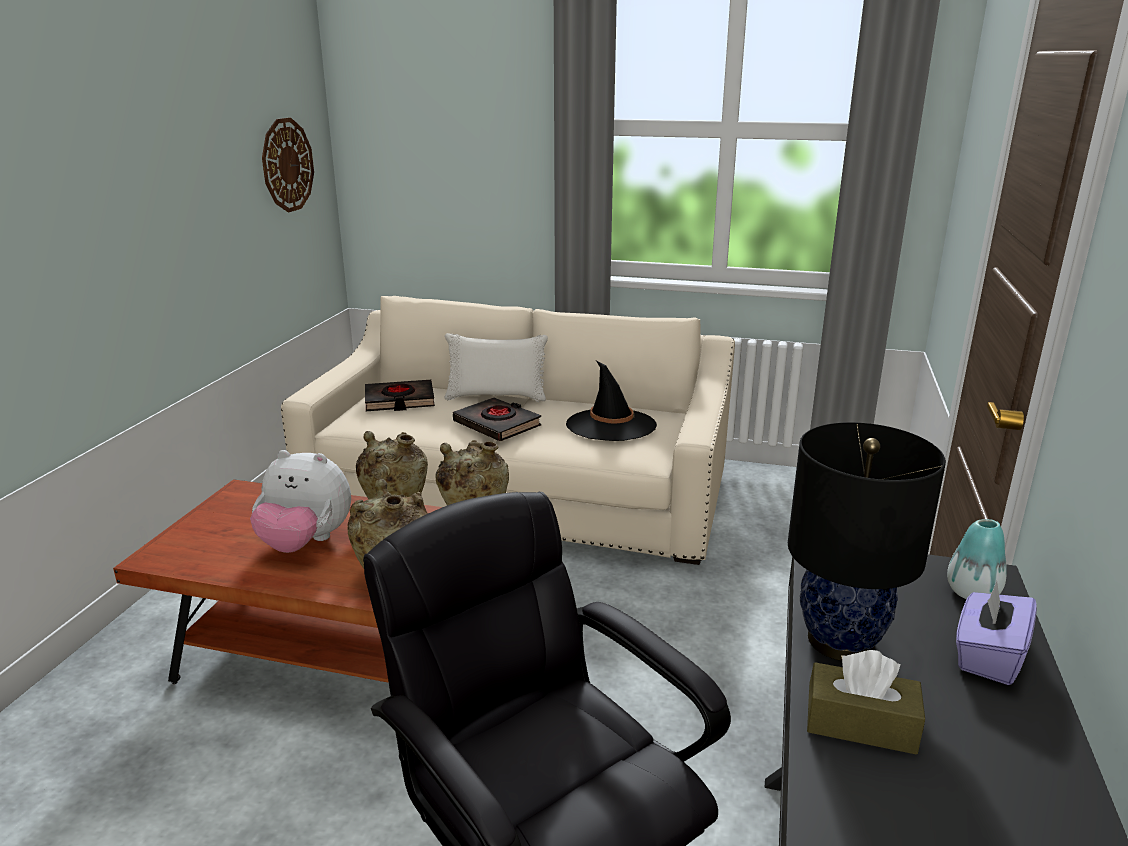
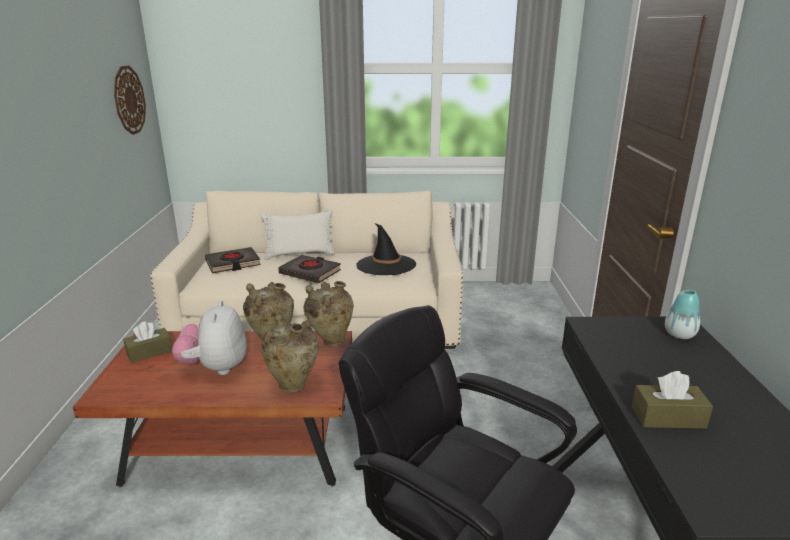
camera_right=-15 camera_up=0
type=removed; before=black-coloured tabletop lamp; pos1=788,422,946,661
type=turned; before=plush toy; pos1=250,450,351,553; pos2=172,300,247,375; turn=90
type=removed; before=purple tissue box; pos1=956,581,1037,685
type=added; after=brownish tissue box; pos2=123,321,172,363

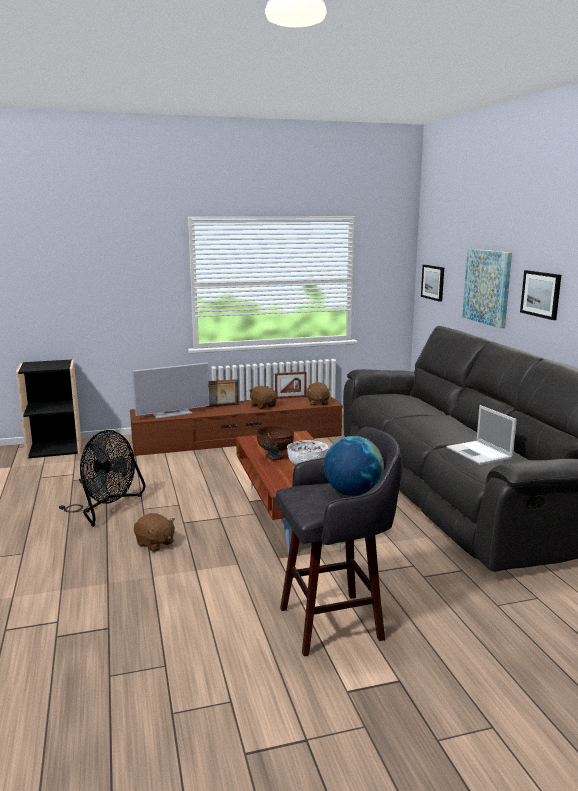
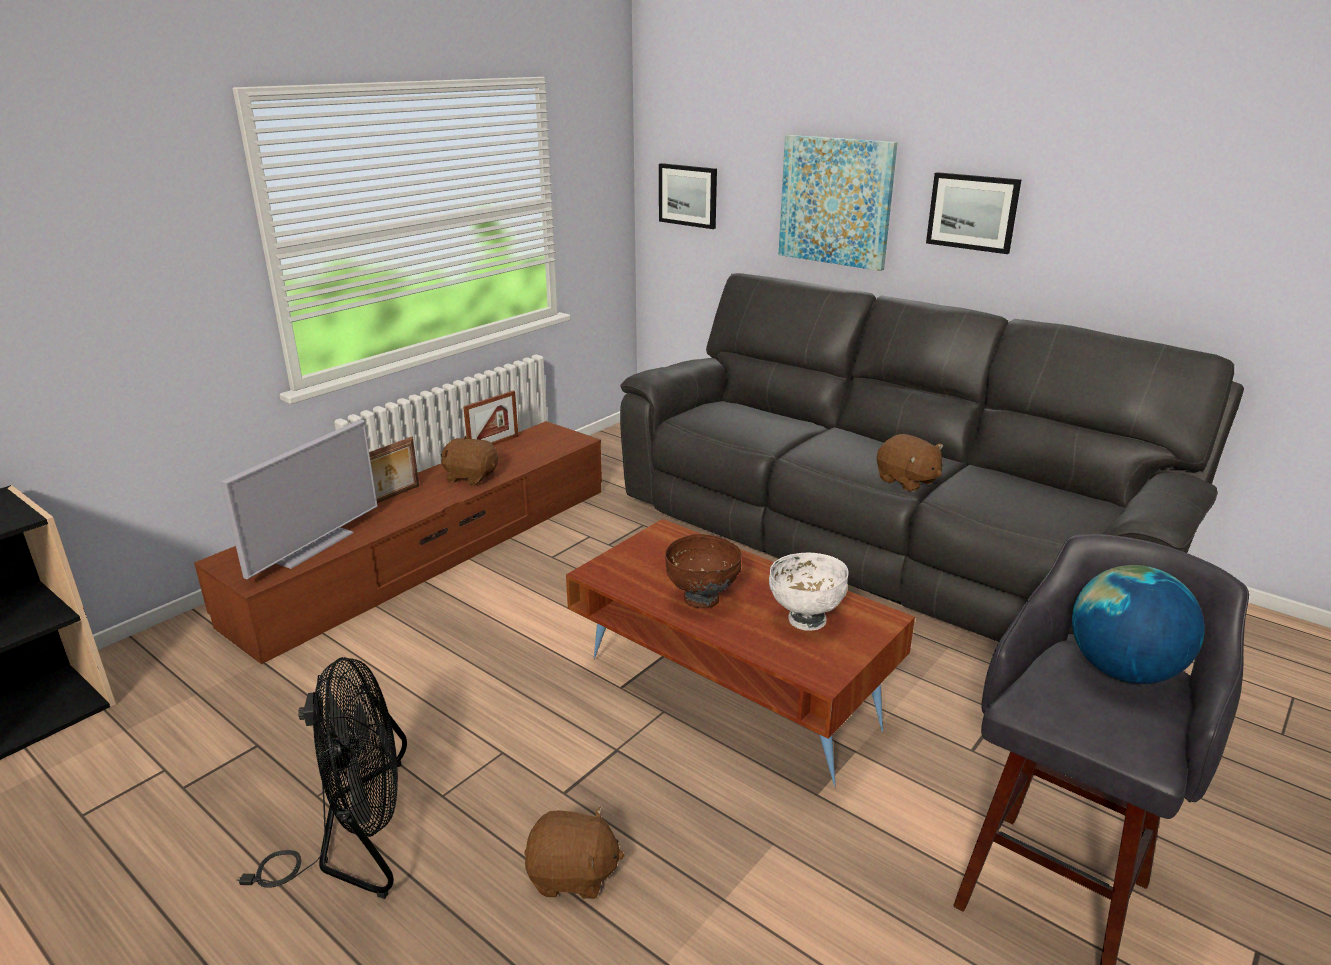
camera_right=-35 camera_up=10
type=moved; before=brownish plush toy; pos1=307,382,331,406; pos2=877,434,943,492
type=removed; before=laptop; pos1=446,405,517,465

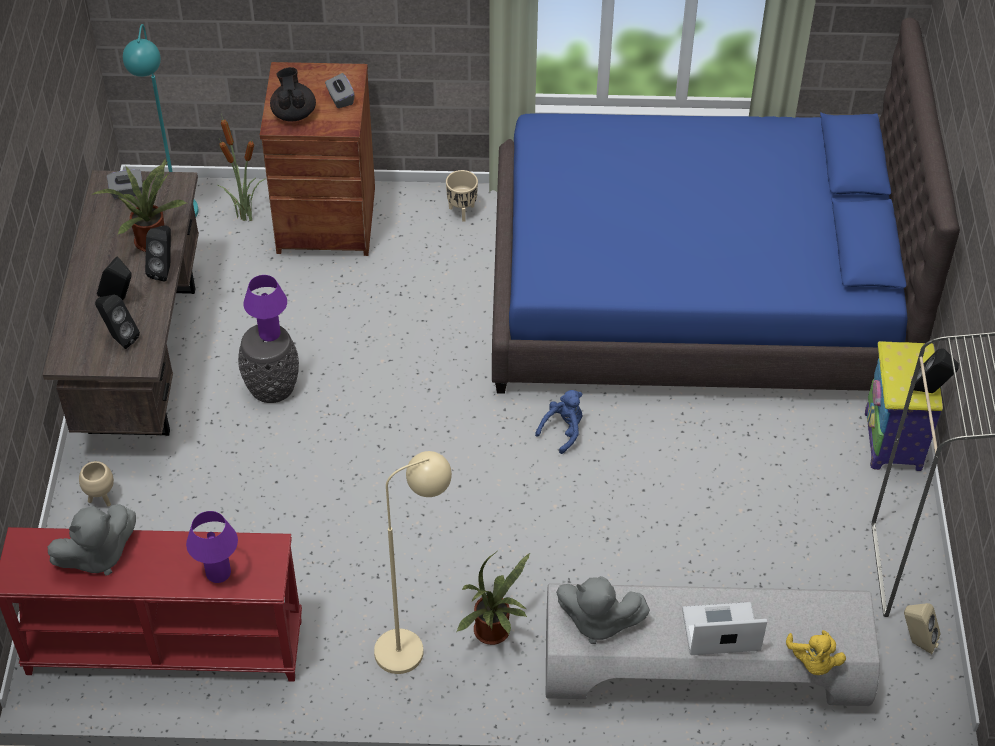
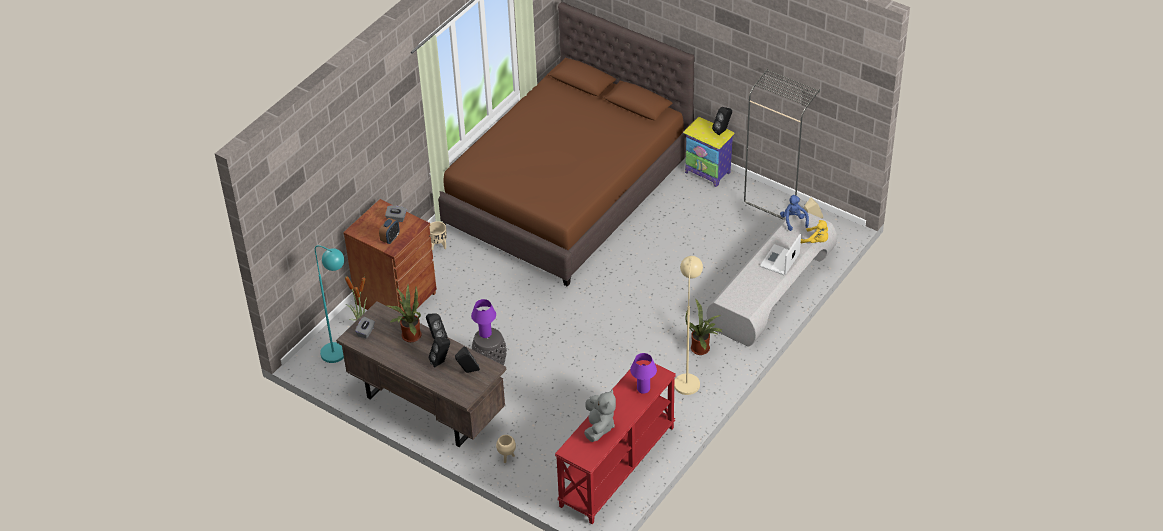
camera_right=-55 camera_up=-5
type=recoloured; before=blue bedroom bed; after=brownish bedroom bed; pos1=492,17,960,394; pos2=438,2,695,287
type=replaced; before=black-coloured pot for tea; after=table clock; pos1=270,67,316,121; pos2=379,218,400,244
type=moved; before=blue plush toy; pos1=535,390,582,454; pos2=780,195,809,231
type=removed; before=grey plush toy; pos1=556,576,650,644

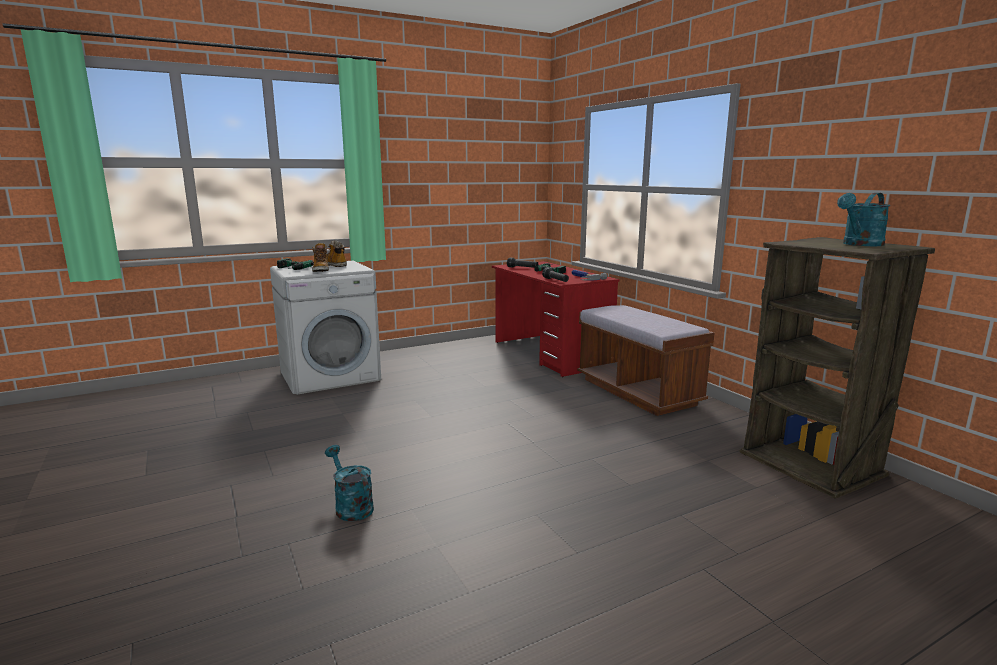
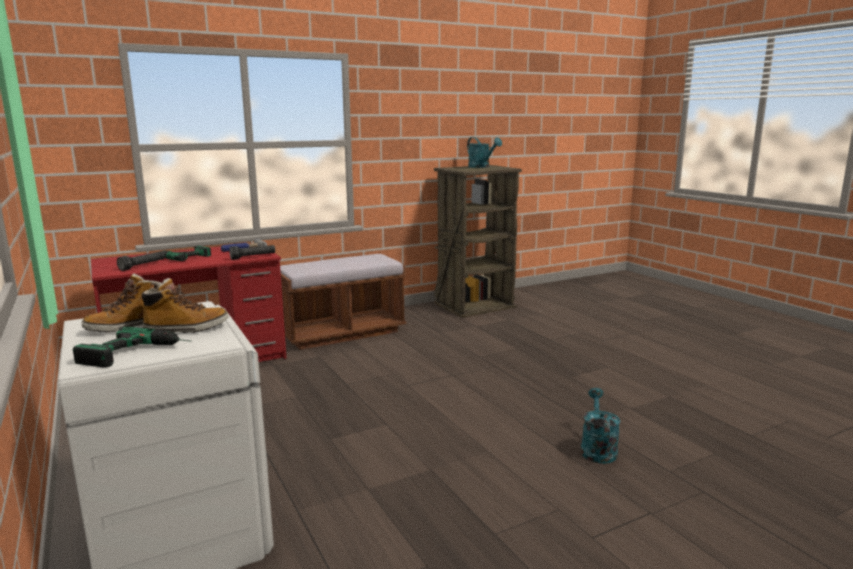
camera_right=-90 camera_up=0
type=turned; before=turquoise watering pot; pos1=325,445,374,521; pos2=581,388,620,464; turn=135

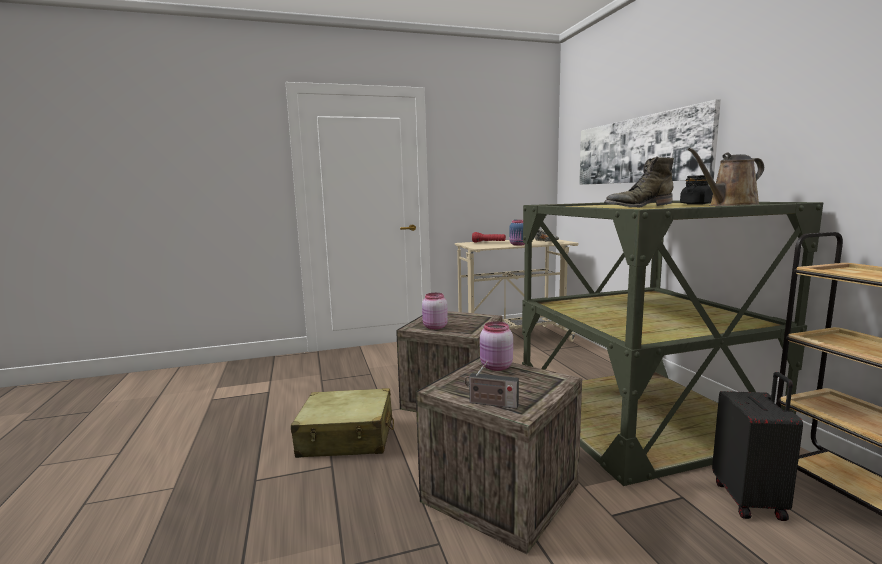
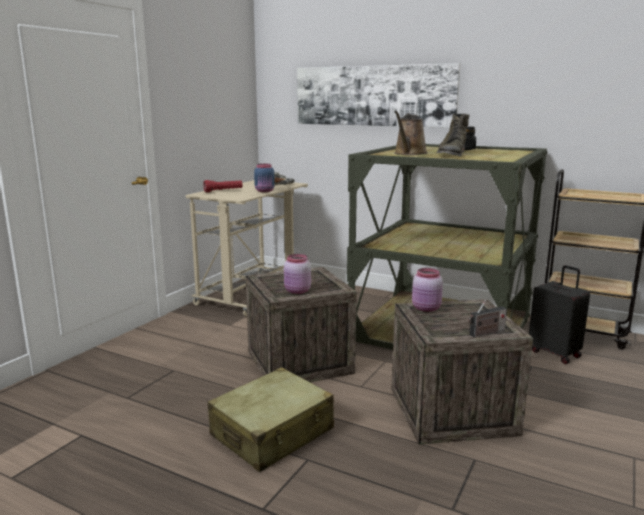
camera_right=-45 camera_up=5
type=moved; before=brownish watering pot; pos1=688,148,764,206; pos2=394,111,428,155

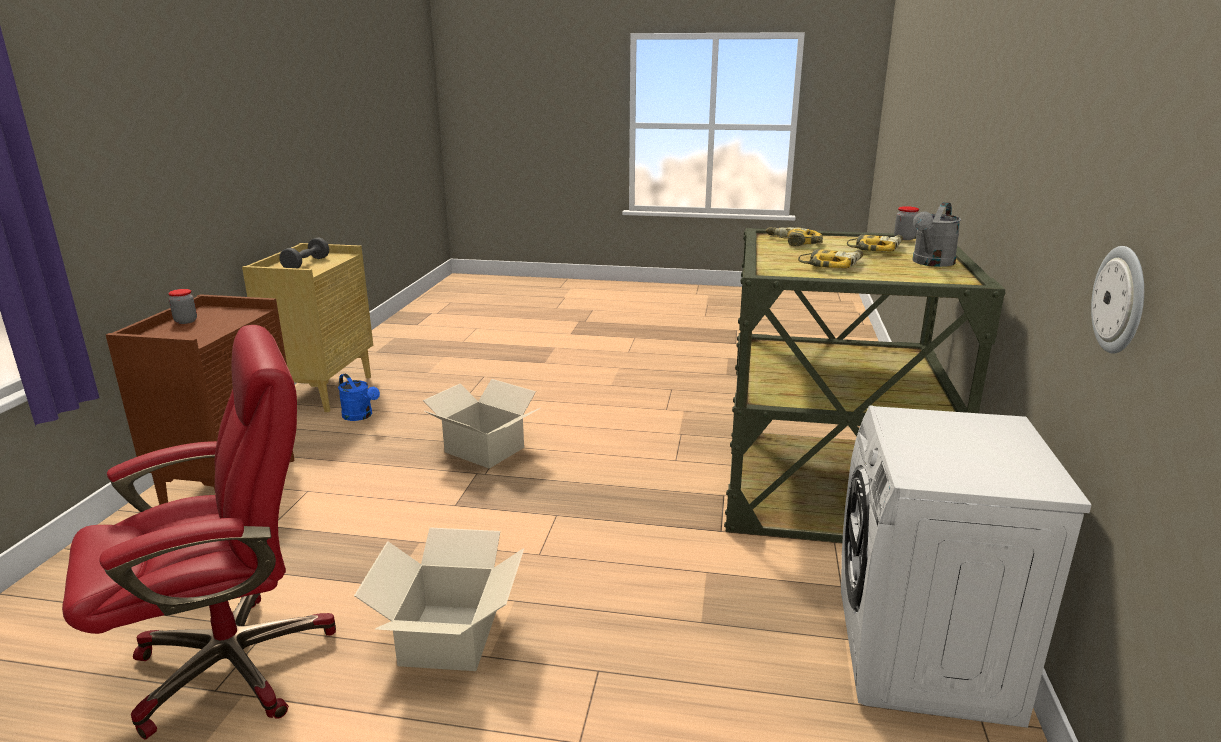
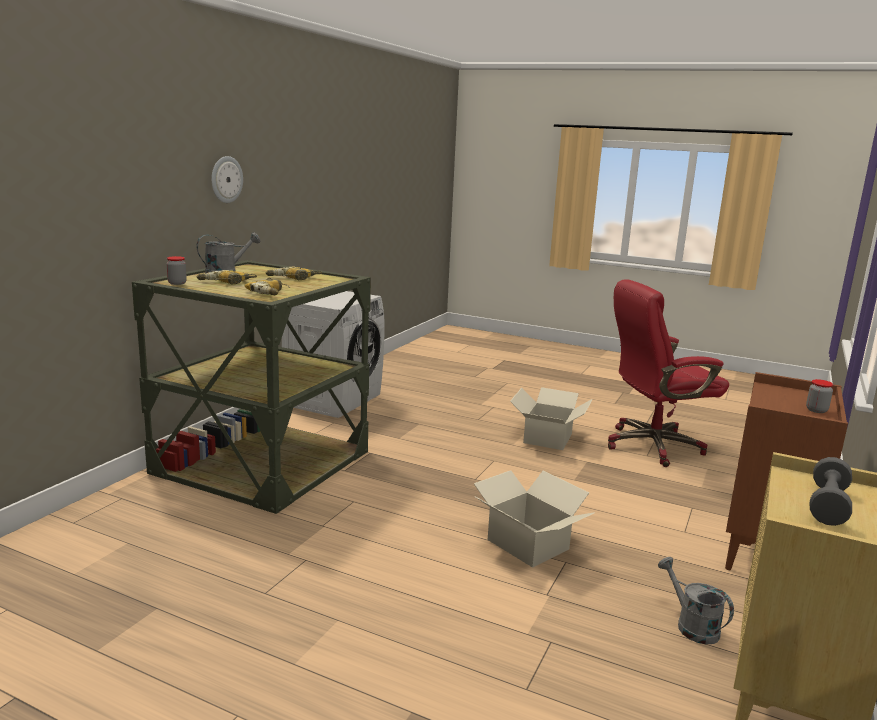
camera_right=-165 camera_up=-5
type=moved; before=wall clock; pos1=1091,246,1144,354; pos2=211,156,243,203
type=recoloured; before=blue watering pot; after=grey watering pot; pos1=338,374,380,421; pos2=658,557,734,644

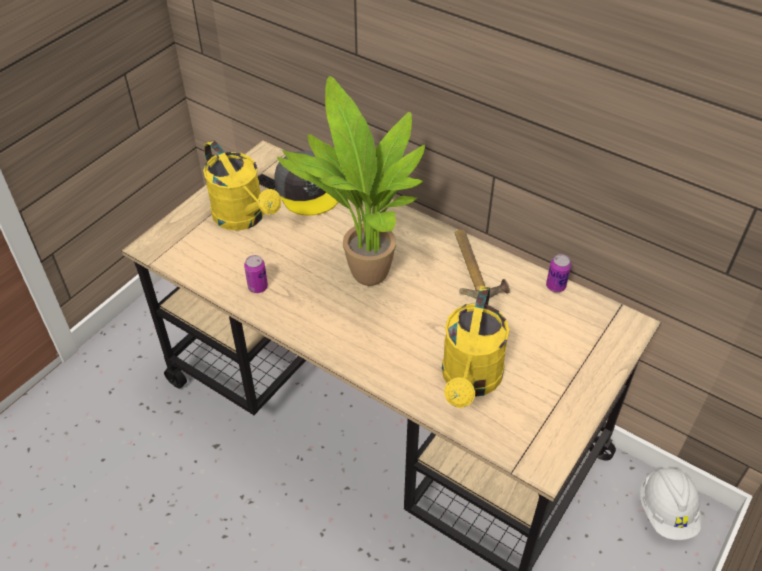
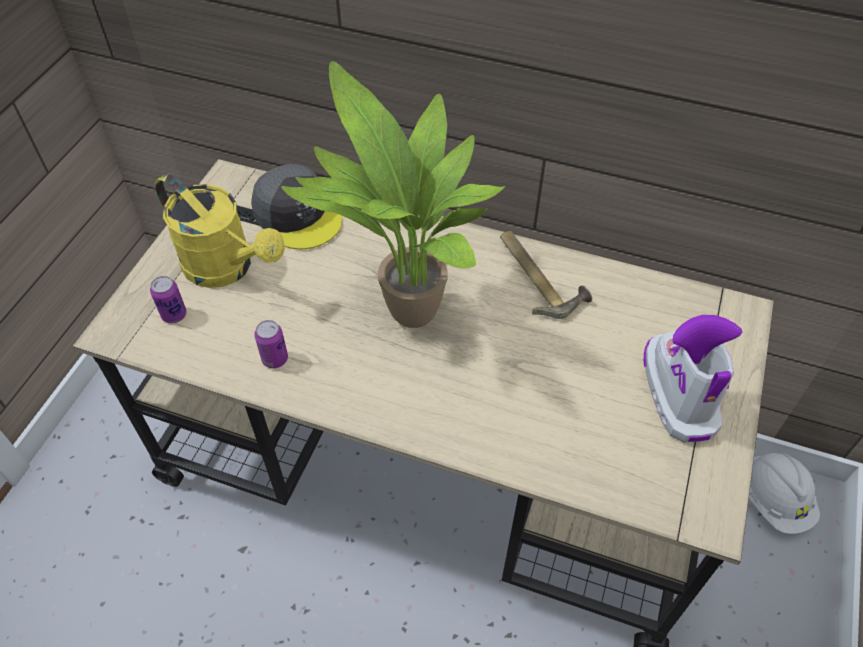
camera_right=-15 camera_up=5
type=moved; before=metal can; pos1=546,254,571,292; pos2=150,276,187,323
type=removed; before=yellow-coloured watering pot; pos1=442,286,509,408
type=added; after=tall boot; pos2=644,315,742,442

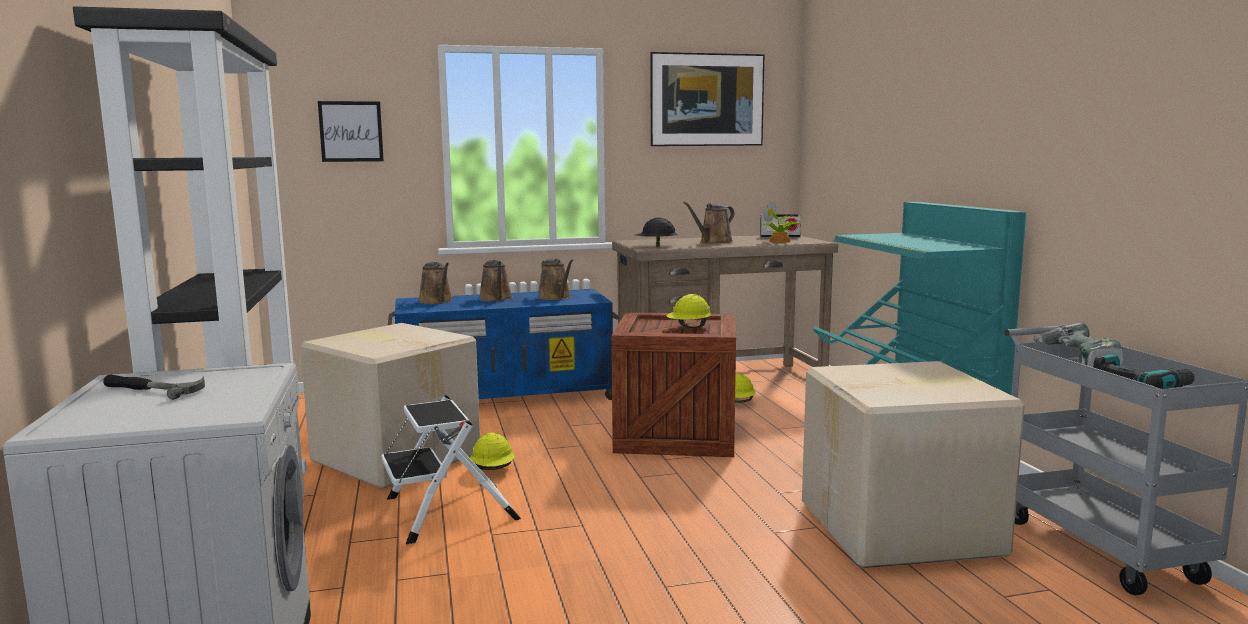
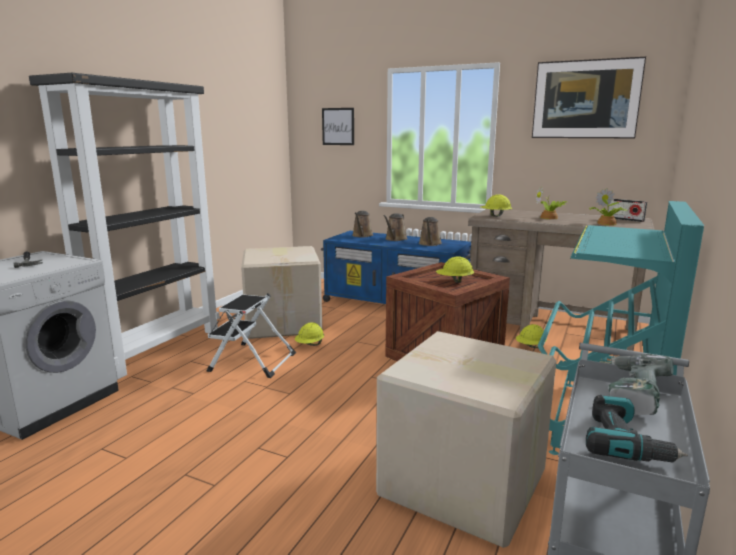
camera_right=40 camera_up=5
type=replaced; before=brownish watering pot; after=plant in a pot; pos1=683,202,734,244; pos2=536,186,568,219
type=recoloured; before=black-coloured work helmet; after=yellow-coloured work helmet; pos1=635,217,677,246; pos2=480,195,512,217

